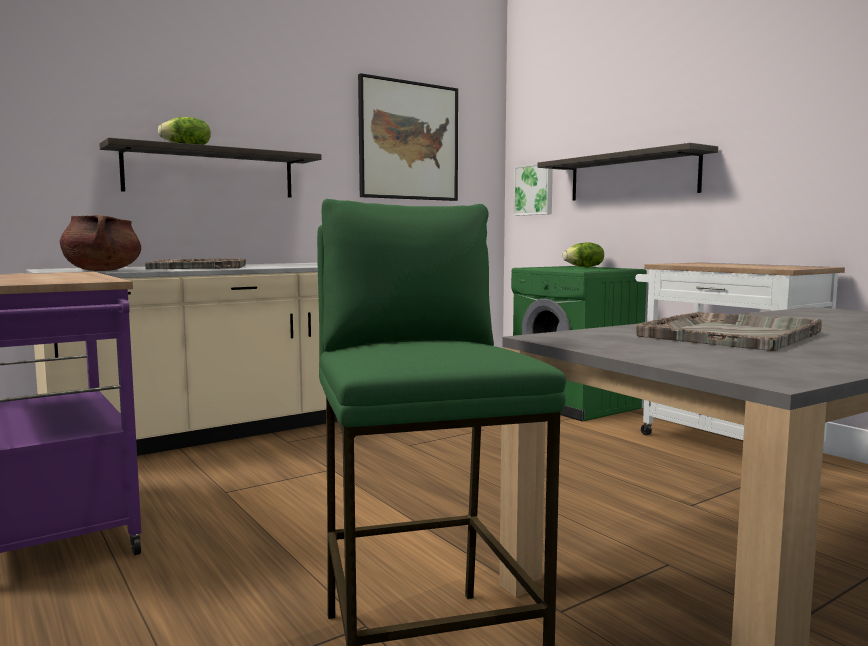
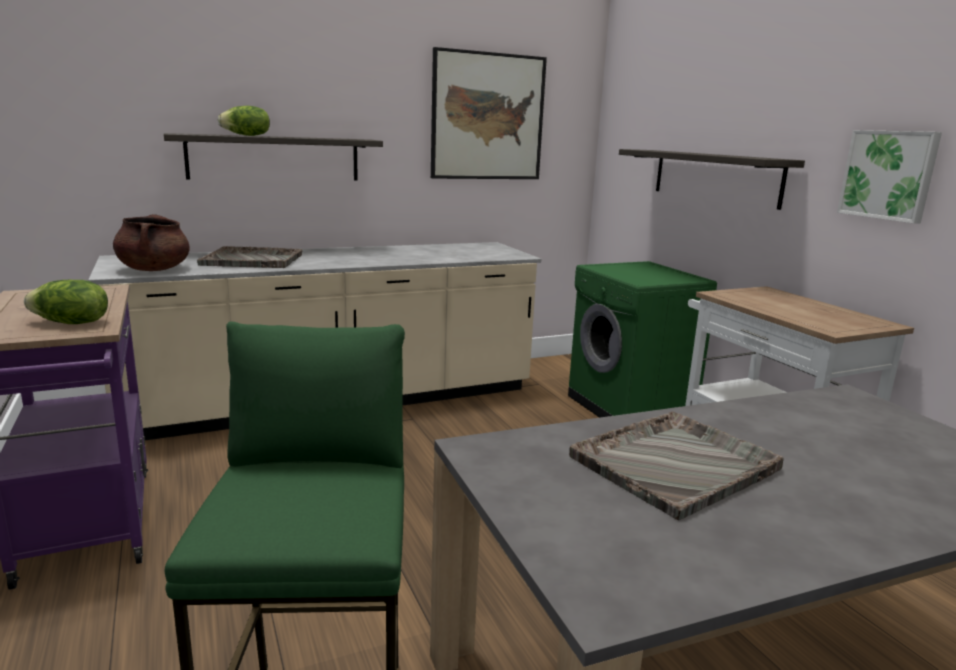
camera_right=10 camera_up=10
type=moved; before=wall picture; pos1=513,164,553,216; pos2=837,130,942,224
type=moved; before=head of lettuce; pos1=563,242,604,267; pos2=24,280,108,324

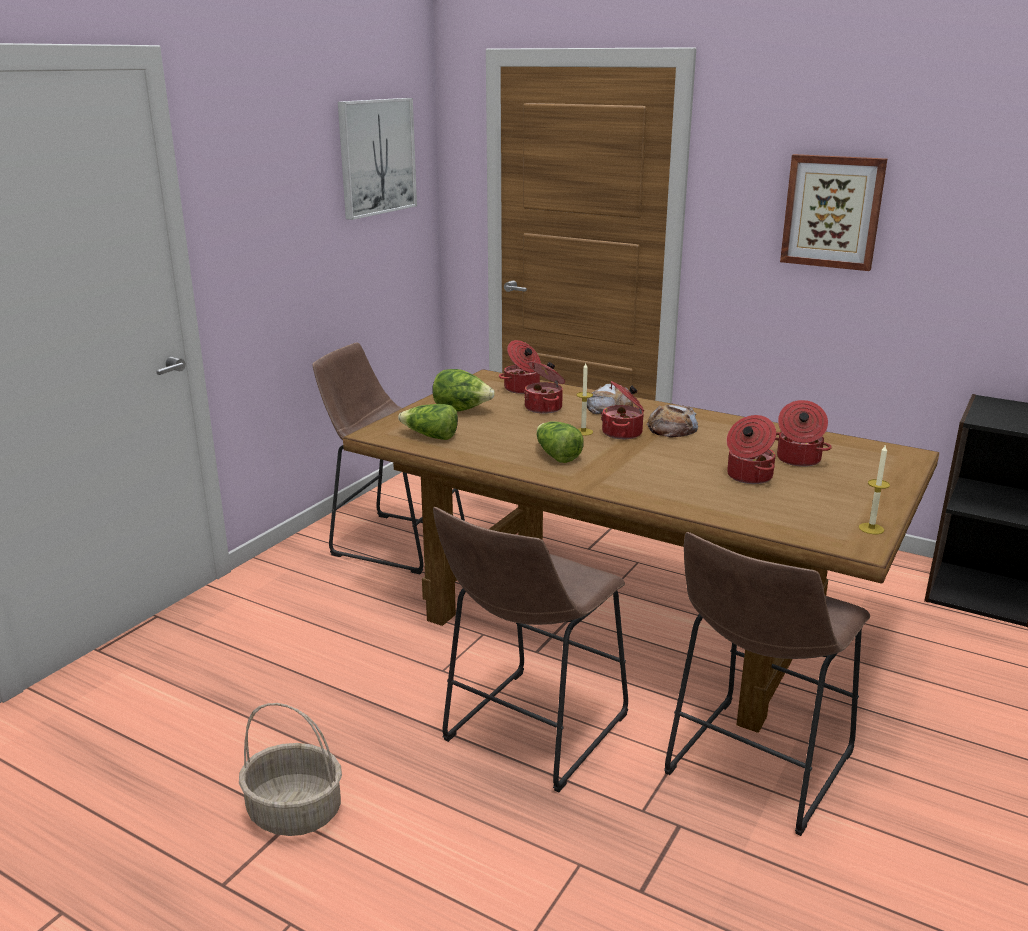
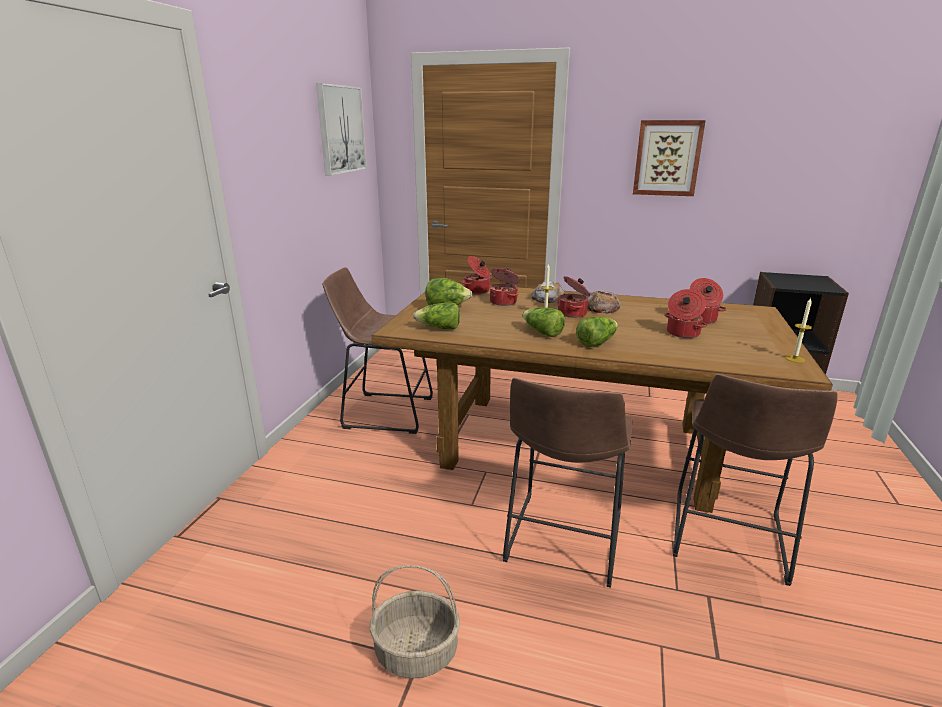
camera_right=-15 camera_up=0
type=added; after=head of lettuce; pos2=576,317,618,347

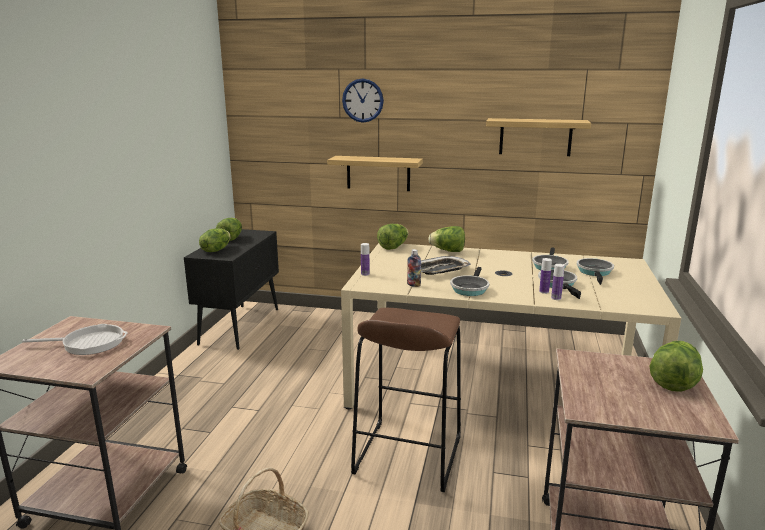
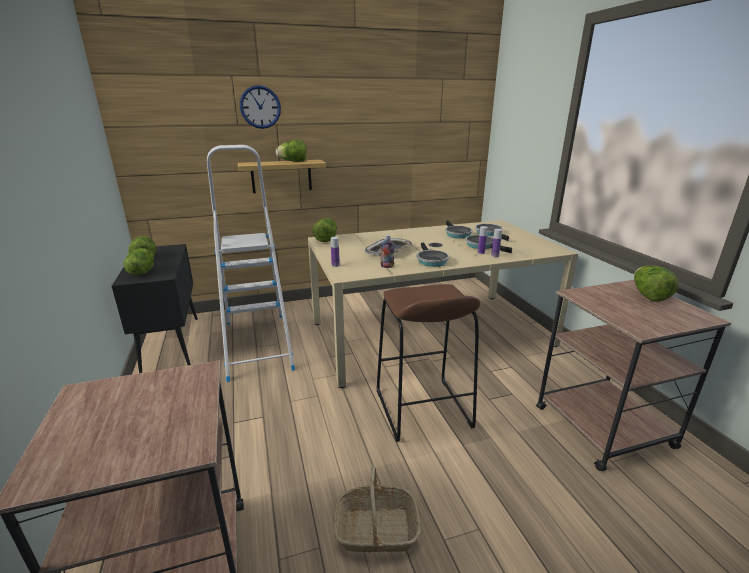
camera_right=-30 camera_up=5
type=removed; before=wall shelf; pos1=486,118,591,156
type=moved; before=head of lettuce; pos1=428,226,465,252; pos2=276,140,307,162
type=removed; before=frying pan; pos1=22,324,128,355
type=added; after=white-coloured step ladder; pos2=207,145,295,382

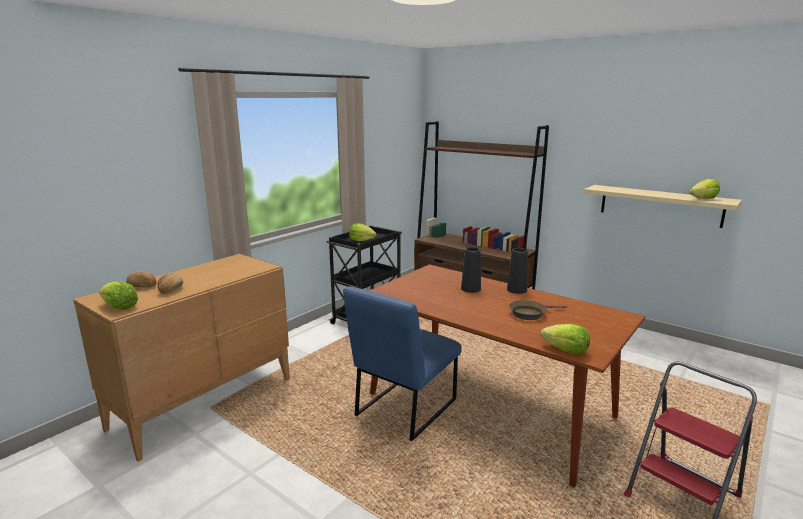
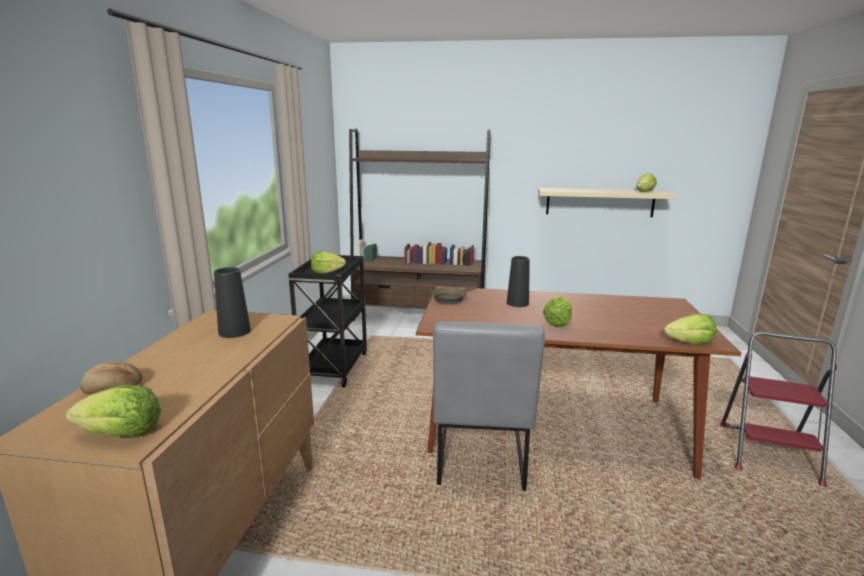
camera_right=-30 camera_up=0
type=moved; before=black-coloured vase; pos1=507,248,528,294; pos2=214,267,251,338
type=removed; before=bread; pos1=157,274,183,294
type=recoloured; before=blue chair; after=grey chair; pos1=343,286,462,441; pos2=433,321,545,491
type=moved; before=brownish frying pan; pos1=509,300,567,320; pos2=431,287,477,305
type=added; after=head of lettuce; pos2=543,297,572,327

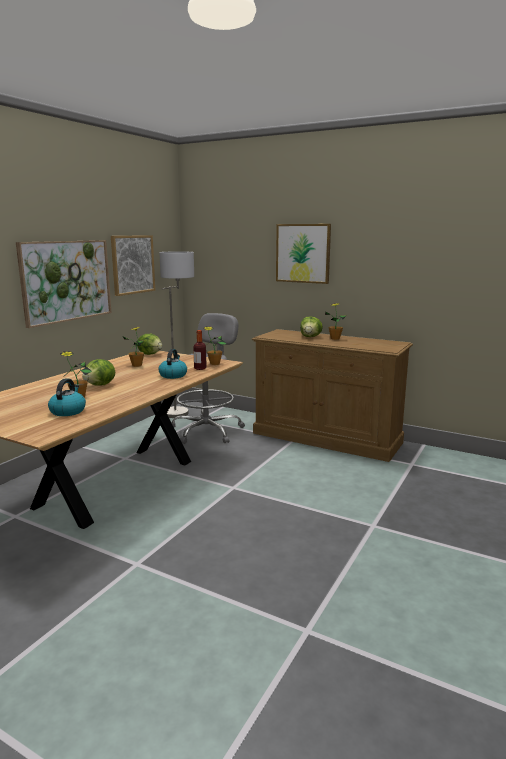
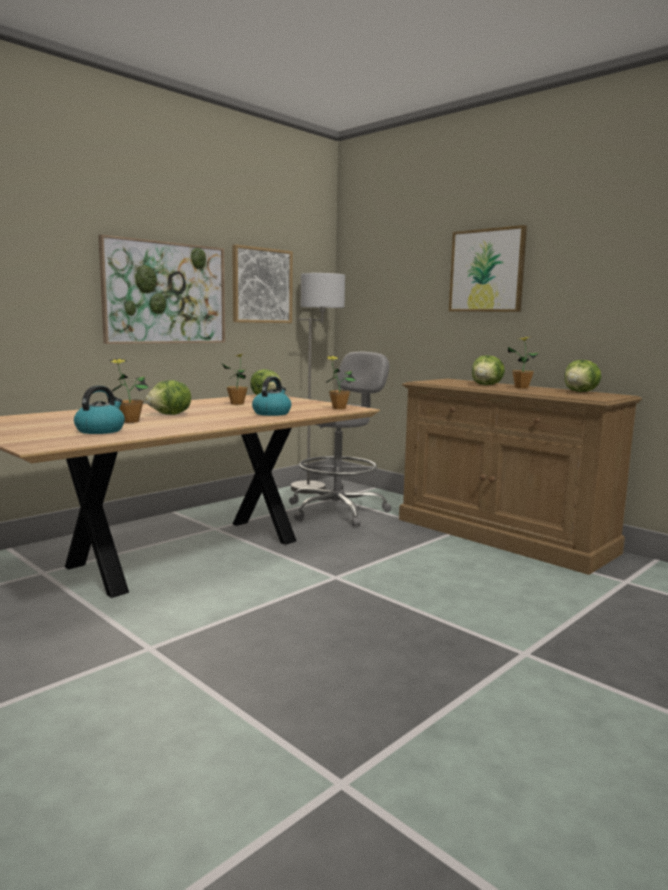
camera_right=15 camera_up=-5
type=removed; before=beverage bottle; pos1=193,330,207,370
type=added; after=head of lettuce; pos2=565,360,601,392

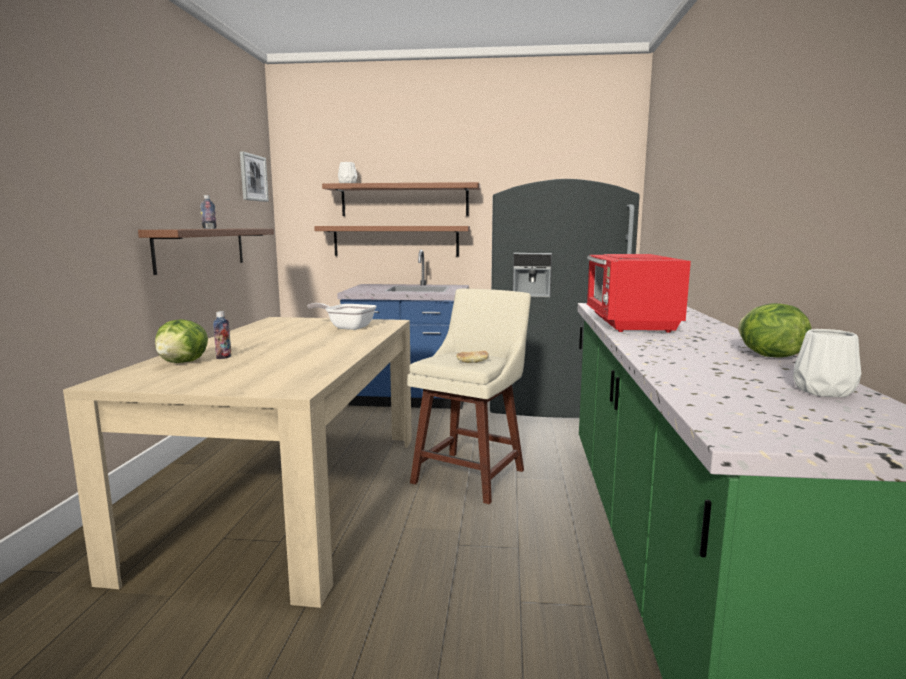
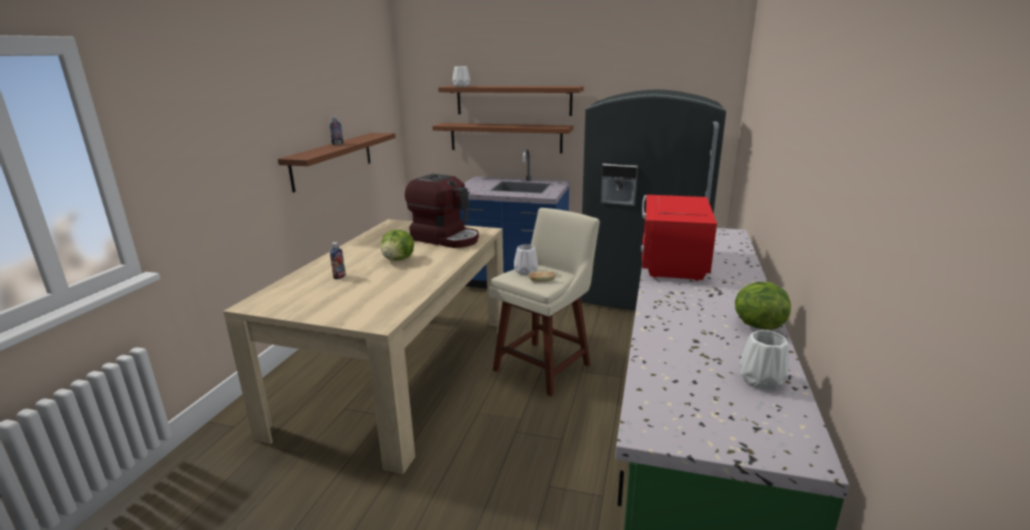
camera_right=10 camera_up=10
type=removed; before=wall picture; pos1=240,151,269,202
type=replaced; before=frying pan; after=coffee machine; pos1=307,303,377,330; pos2=405,174,479,248
type=moved; before=head of lettuce; pos1=155,319,208,363; pos2=381,230,414,261
type=added; after=white-coloured vase; pos2=514,245,538,275

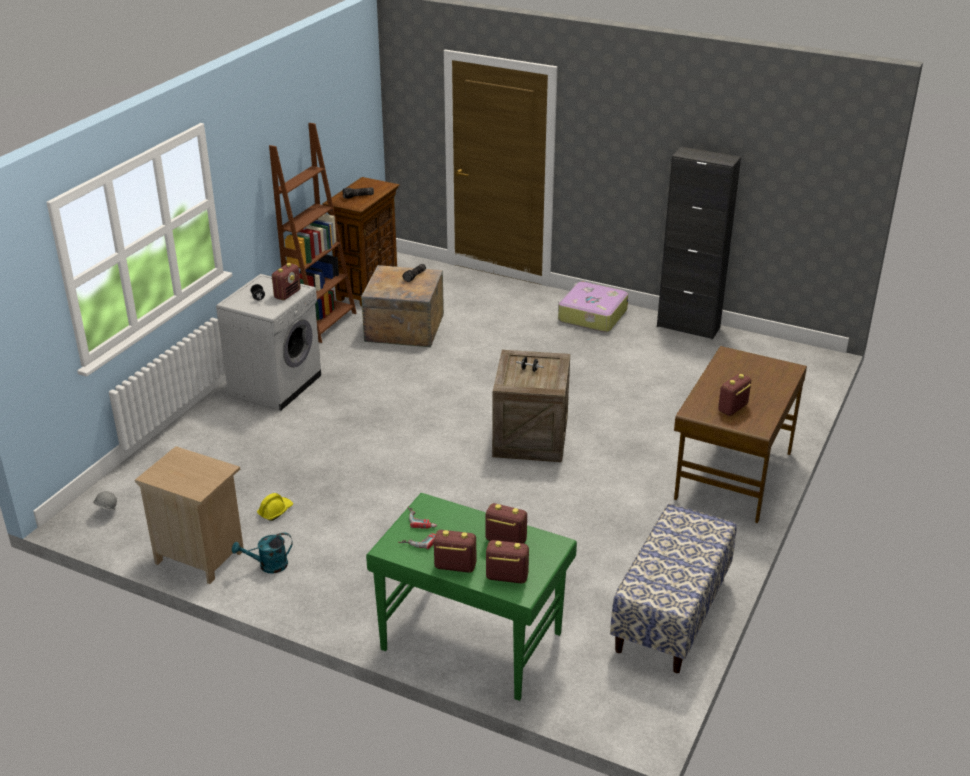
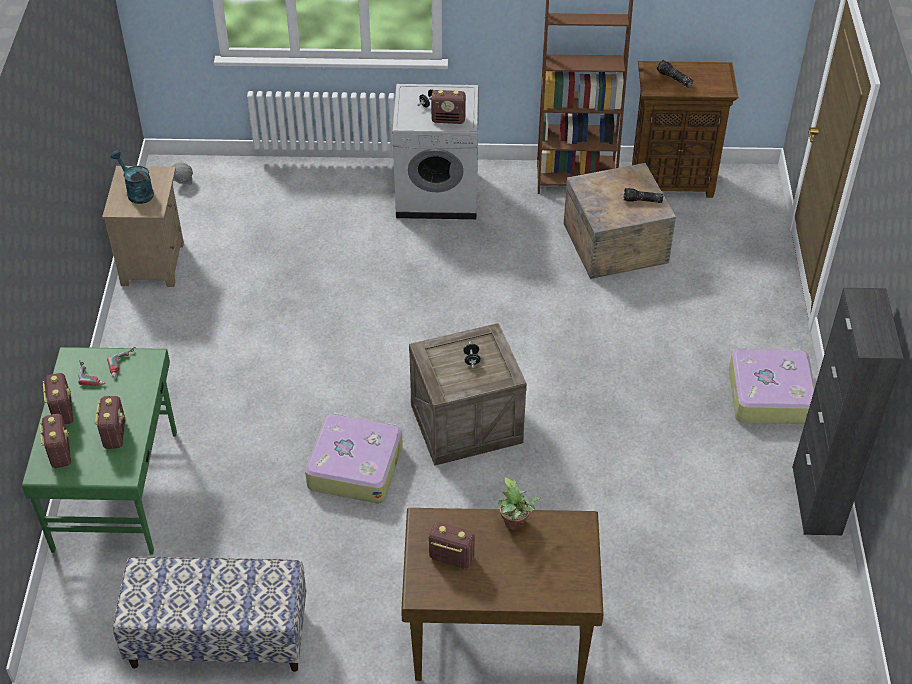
camera_right=65 camera_up=15
type=removed; before=yellow-coloured work helmet; pos1=257,493,293,521
type=moved; before=turquoise watering pot; pos1=232,532,293,573; pos2=111,150,154,204
type=added; after=travel case; pos2=305,413,403,503
type=added; after=plant in a pot; pos2=498,477,541,530

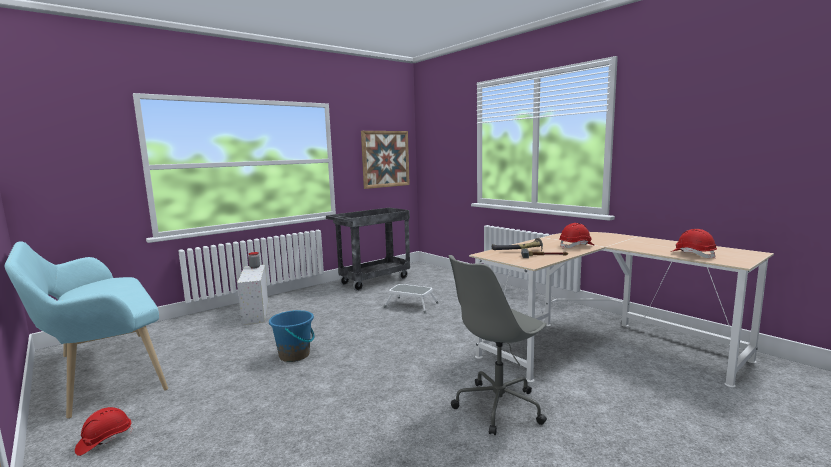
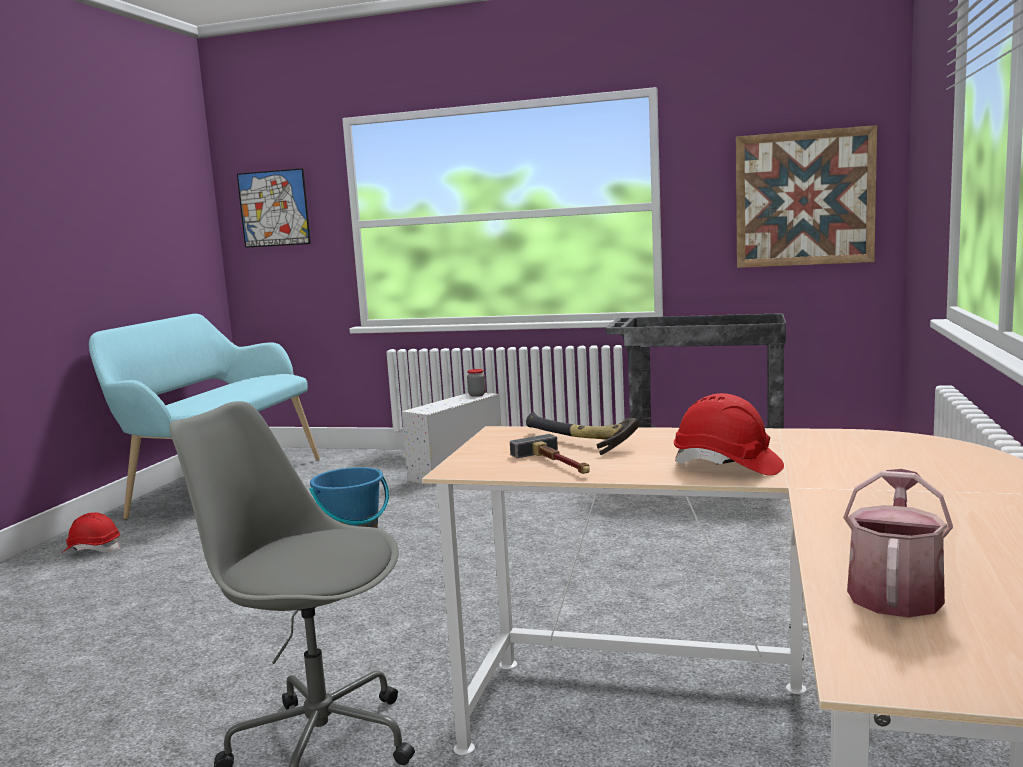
camera_right=55 camera_up=0
type=replaced; before=reddish work helmet; after=watering pot; pos1=671,229,717,259; pos2=843,469,953,618
type=removed; before=grey step ladder; pos1=384,284,438,314
type=added; after=wall picture; pos2=237,168,311,248

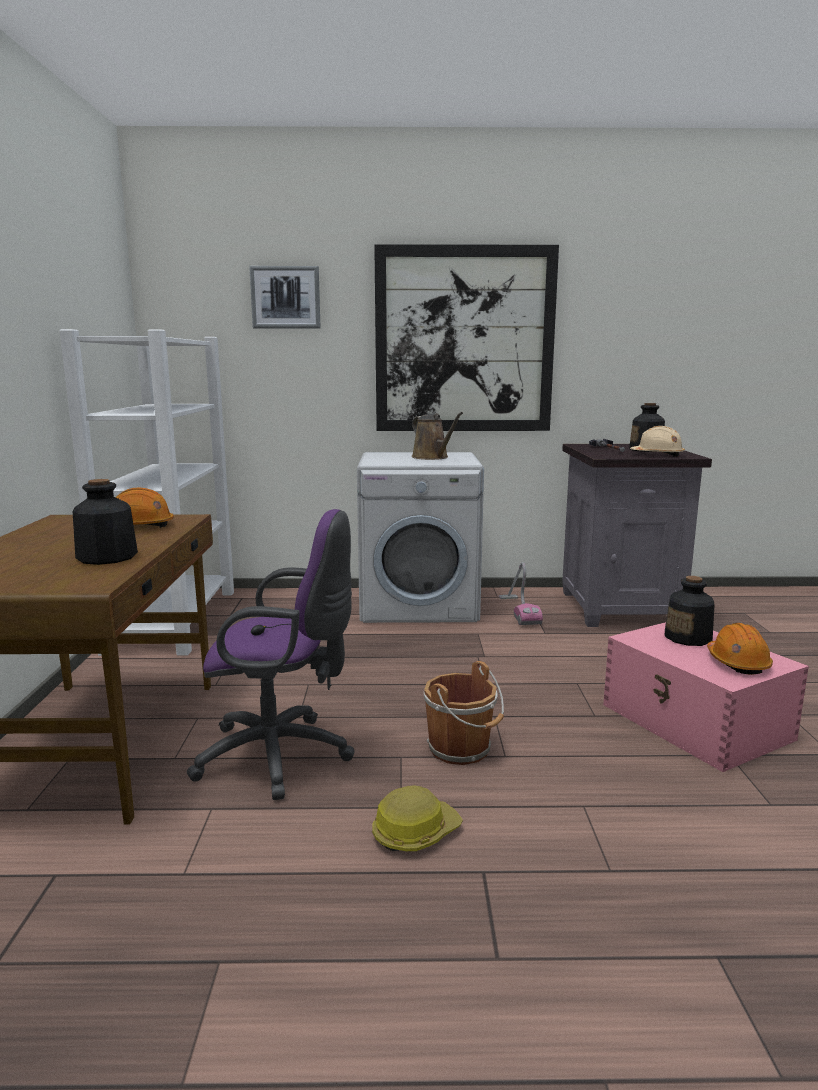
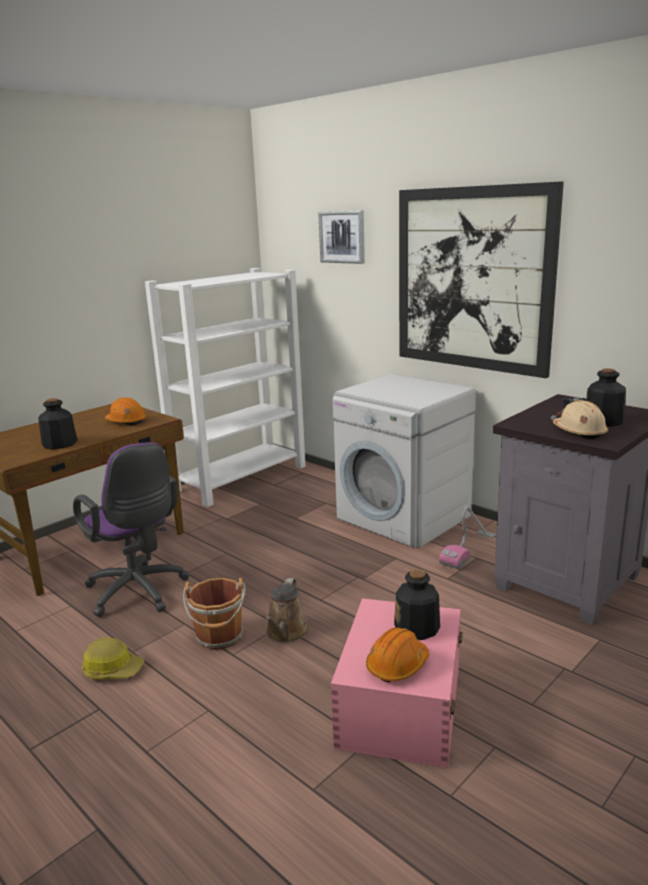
camera_right=45 camera_up=5
type=moved; before=brownish watering pot; pos1=412,412,463,460; pos2=265,578,309,643

